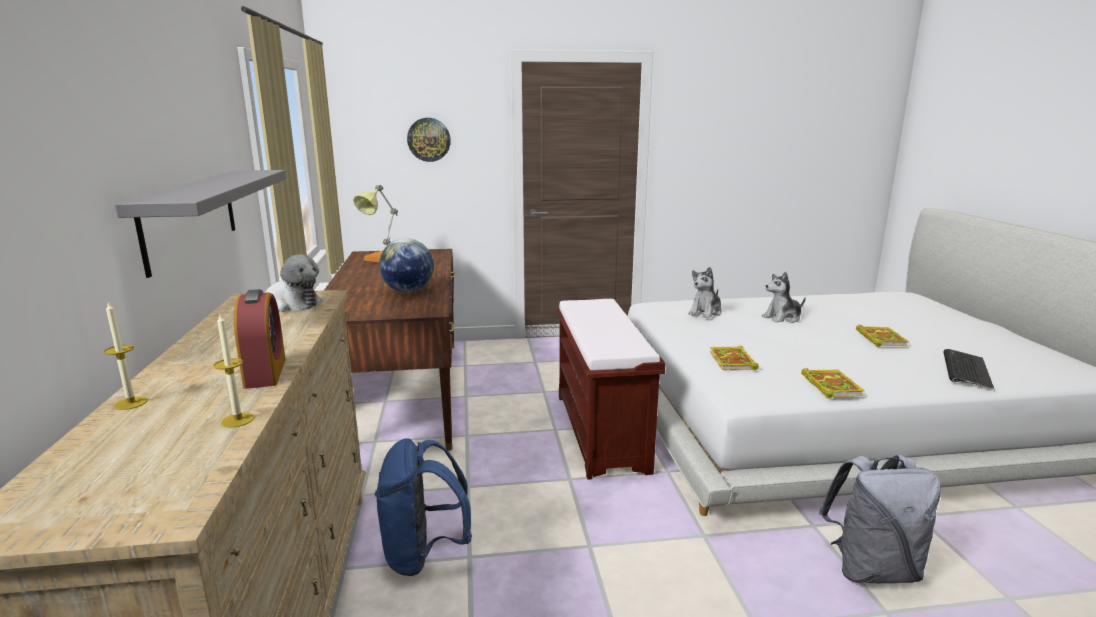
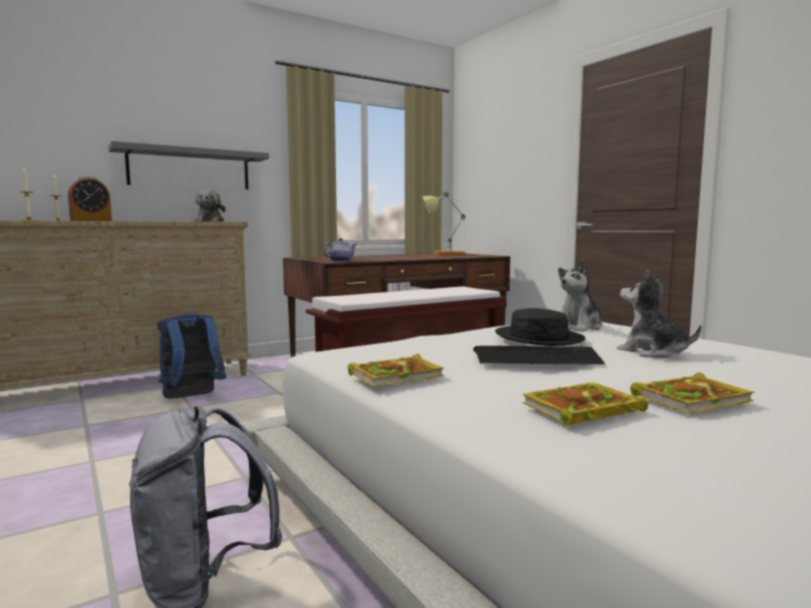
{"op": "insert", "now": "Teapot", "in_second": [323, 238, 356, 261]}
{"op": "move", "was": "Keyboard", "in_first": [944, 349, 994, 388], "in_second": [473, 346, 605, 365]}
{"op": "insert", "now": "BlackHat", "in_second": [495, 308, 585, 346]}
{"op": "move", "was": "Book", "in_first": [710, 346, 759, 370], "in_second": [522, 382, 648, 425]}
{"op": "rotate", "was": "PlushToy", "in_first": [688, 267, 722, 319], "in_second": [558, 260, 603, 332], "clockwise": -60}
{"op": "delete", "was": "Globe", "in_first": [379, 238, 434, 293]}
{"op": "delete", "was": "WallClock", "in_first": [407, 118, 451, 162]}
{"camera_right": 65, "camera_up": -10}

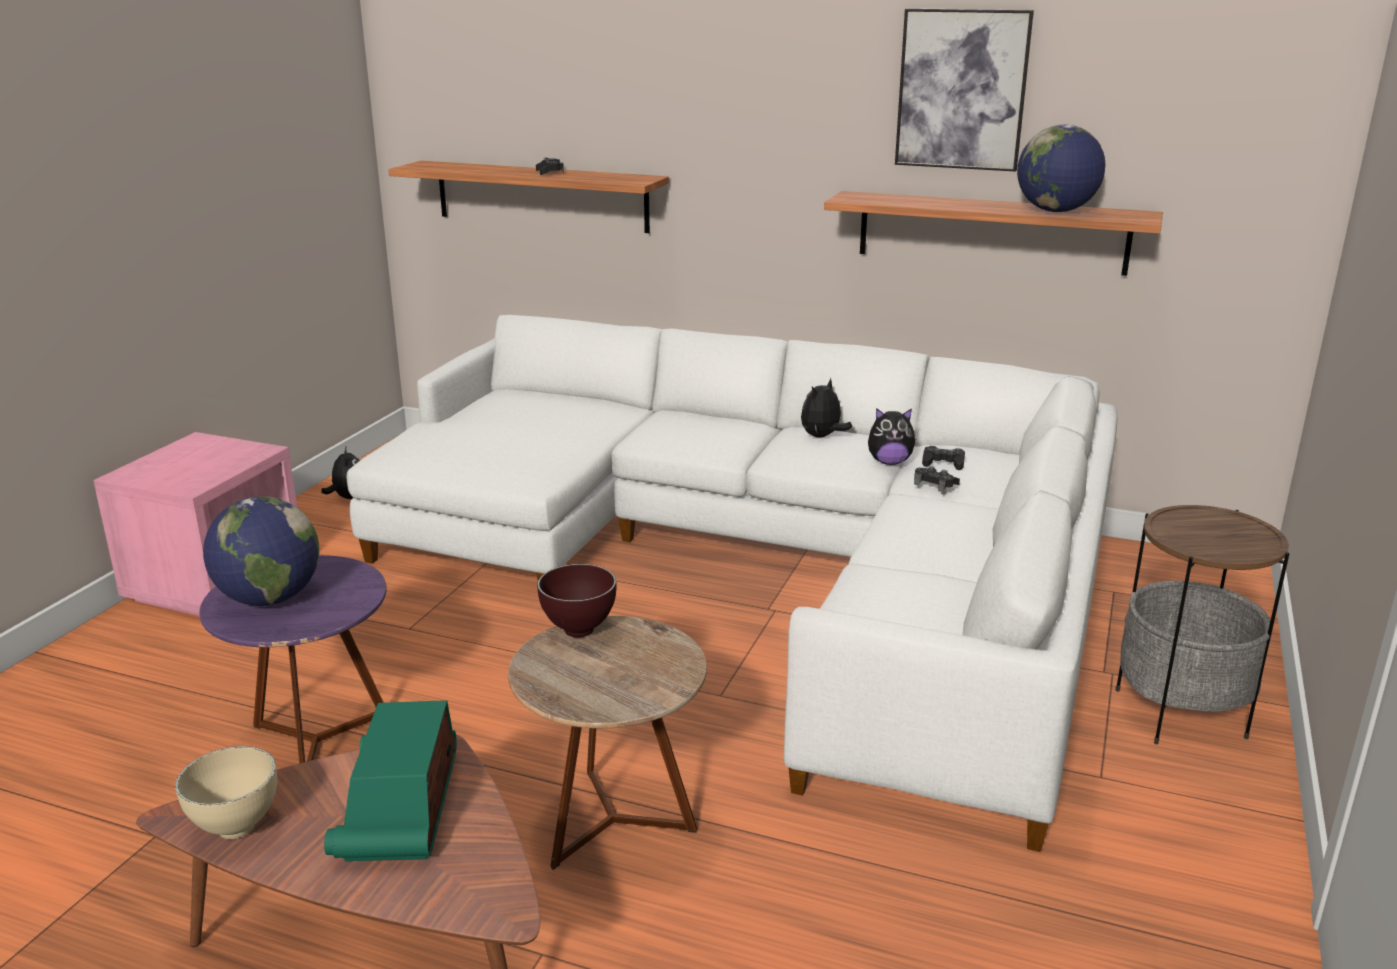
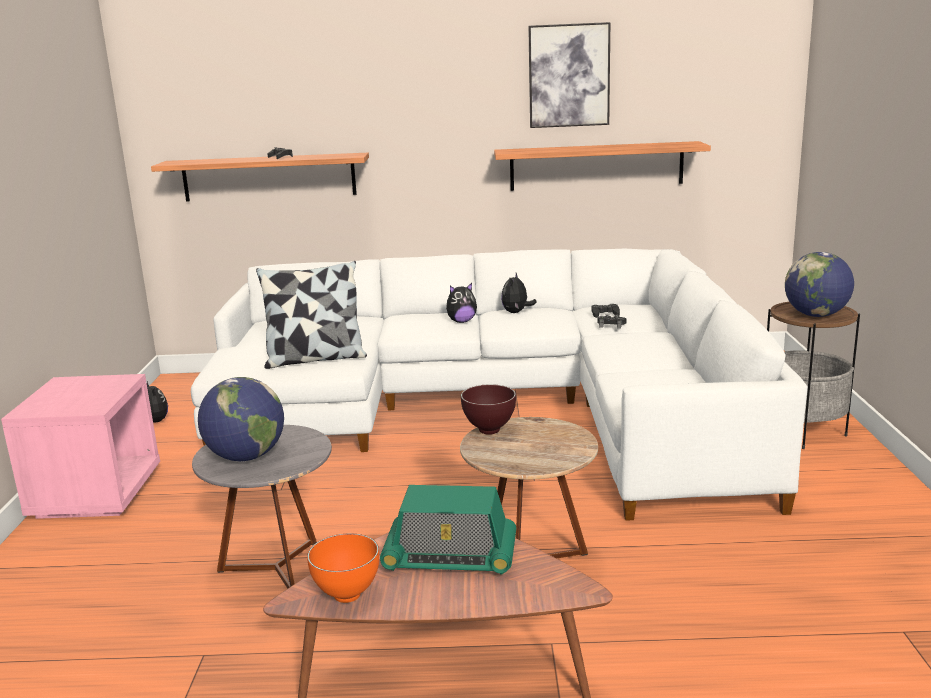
{"op": "recolor", "was": "PurpleSideTable", "now": "GreySideTable", "in_first": [199, 555, 387, 764], "in_second": [192, 425, 332, 589]}
{"op": "insert", "now": "Pillow", "in_second": [256, 261, 367, 369]}
{"op": "recolor", "was": "BeigeBowl", "now": "OrangeBowl", "in_first": [175, 746, 277, 839], "in_second": [307, 534, 379, 603]}
{"op": "rotate", "was": "Radio", "in_first": [324, 700, 457, 861], "in_second": [380, 485, 516, 574], "clockwise": -60}
{"op": "move", "was": "PlushToy", "in_first": [868, 408, 917, 465], "in_second": [446, 283, 477, 323]}
{"op": "move", "was": "Globe", "in_first": [1017, 124, 1105, 212], "in_second": [785, 252, 854, 317]}
{"camera_right": -20, "camera_up": -5}

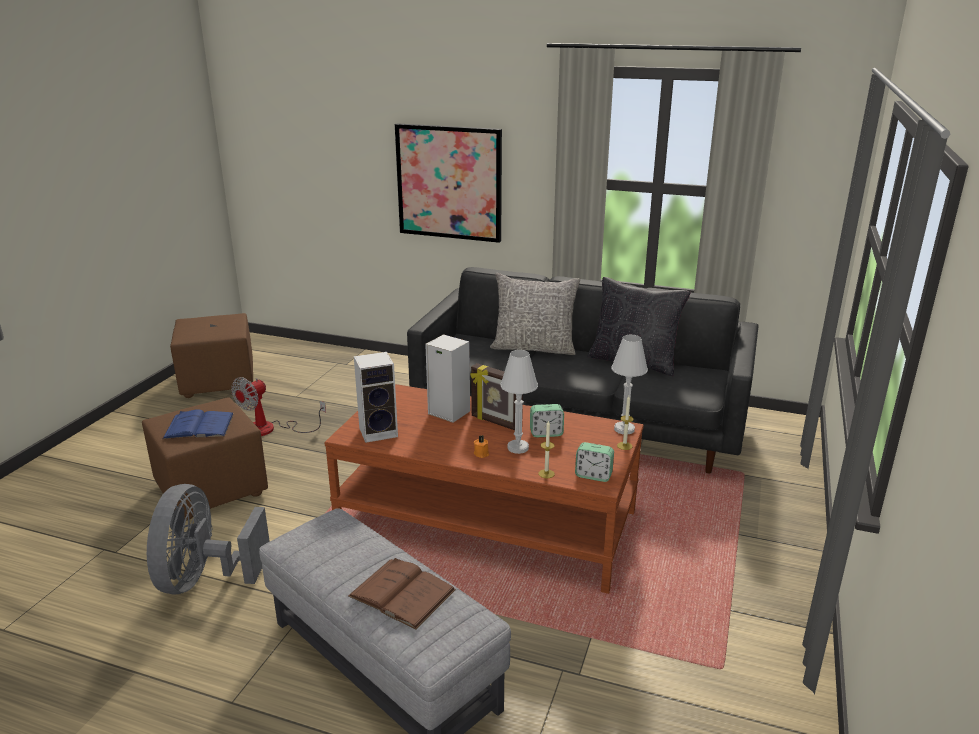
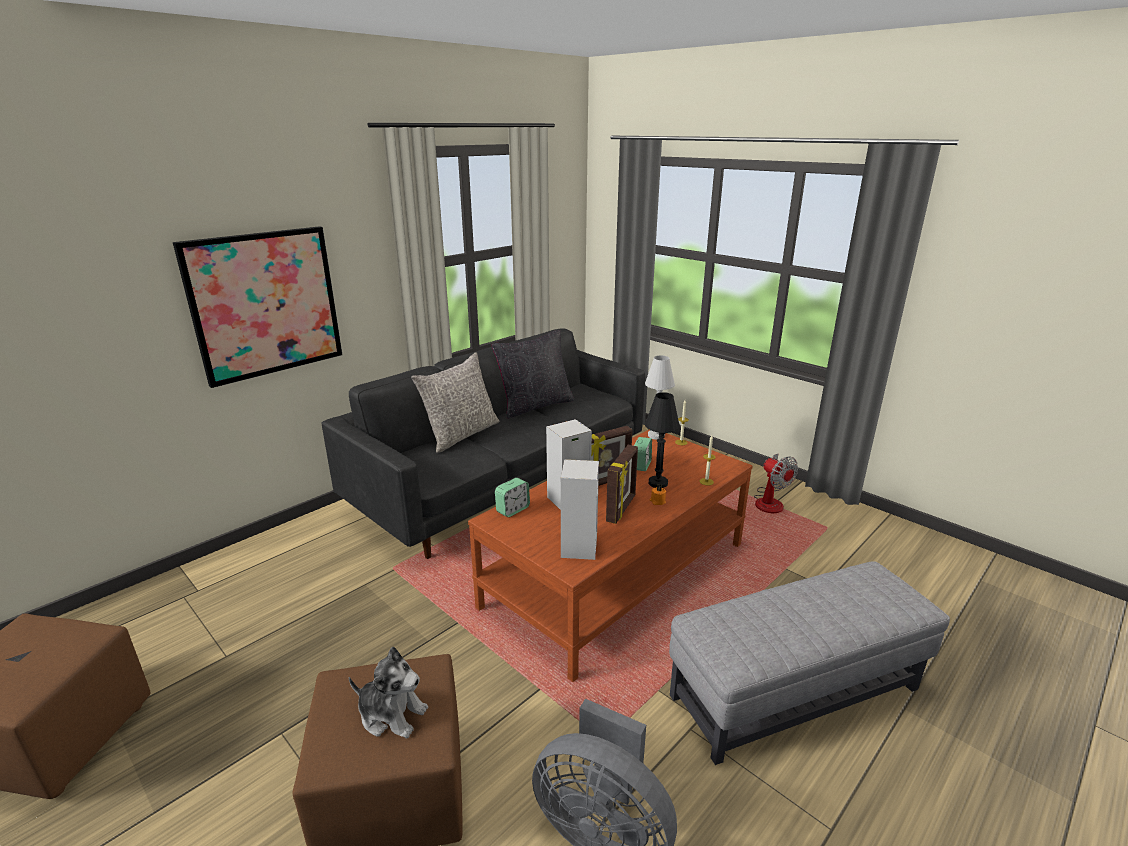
{"op": "replace", "was": "BlueBook", "now": "PlushToy", "in_first": [162, 409, 234, 439], "in_second": [349, 647, 428, 738]}
{"op": "move", "was": "AlarmClock", "in_first": [575, 442, 614, 482], "in_second": [495, 478, 530, 517]}
{"op": "insert", "now": "PictureFrame", "in_second": [606, 445, 638, 524]}
{"op": "recolor", "was": "WhiteTableLamp", "now": "BlackTableLamp", "in_first": [500, 350, 538, 454], "in_second": [645, 392, 680, 488]}
{"op": "move", "was": "Fan", "in_first": [231, 377, 326, 436], "in_second": [754, 453, 798, 513]}
{"op": "delete", "was": "BrownBook", "in_first": [348, 558, 456, 630]}
{"camera_right": -65, "camera_up": 0}

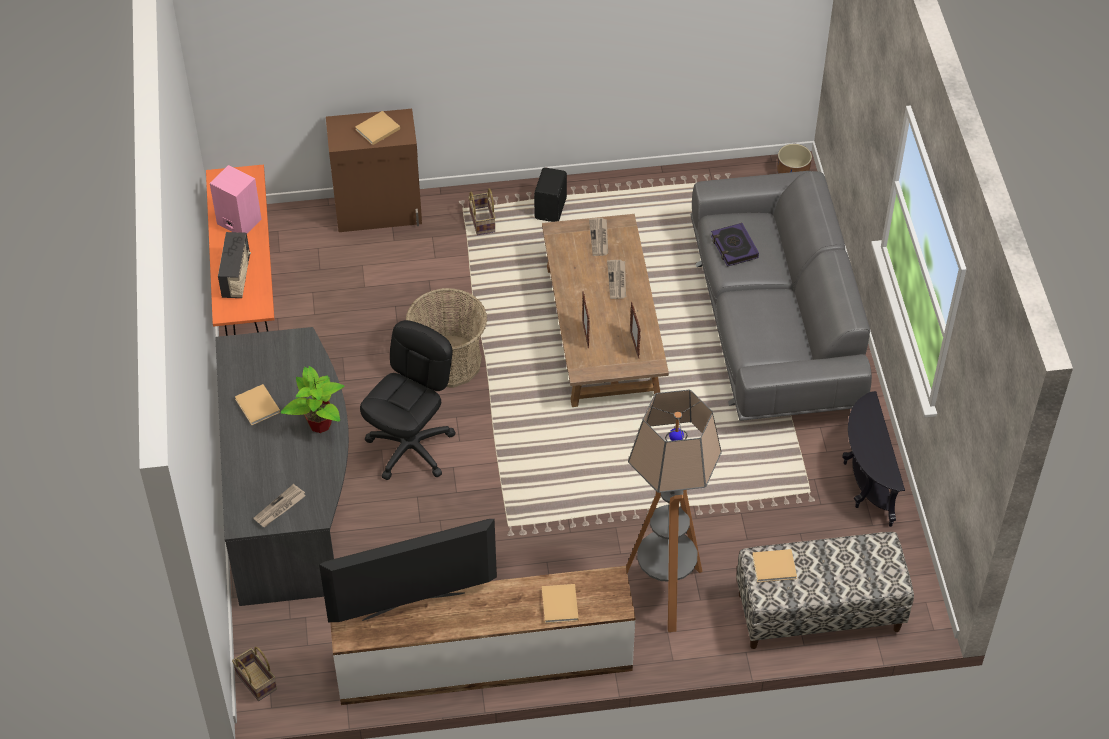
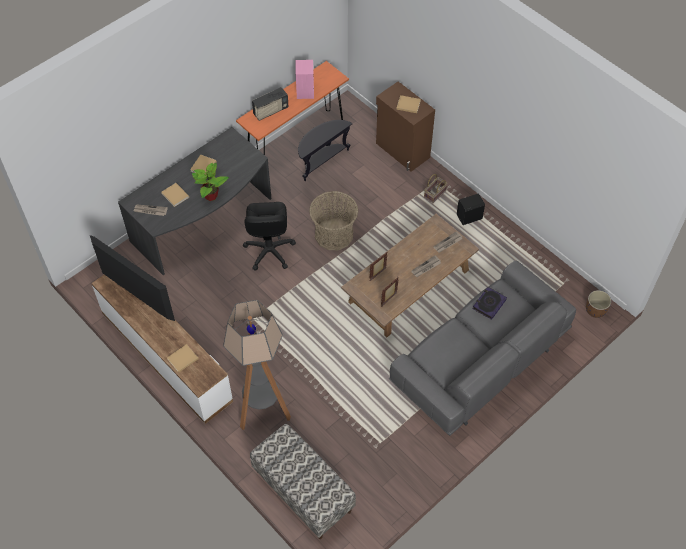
{"op": "move", "was": "BeigeBook", "in_first": [752, 549, 797, 582], "in_second": [161, 183, 189, 207]}
{"op": "rotate", "was": "BlackOfficeChair", "in_first": [360, 320, 456, 480], "in_second": [243, 202, 296, 271], "clockwise": 90}
{"op": "move", "was": "BlackSideTable", "in_first": [842, 391, 905, 527], "in_second": [298, 120, 352, 181]}
{"op": "delete", "was": "Basket", "in_first": [232, 647, 277, 701]}
{"camera_right": 55, "camera_up": 5}

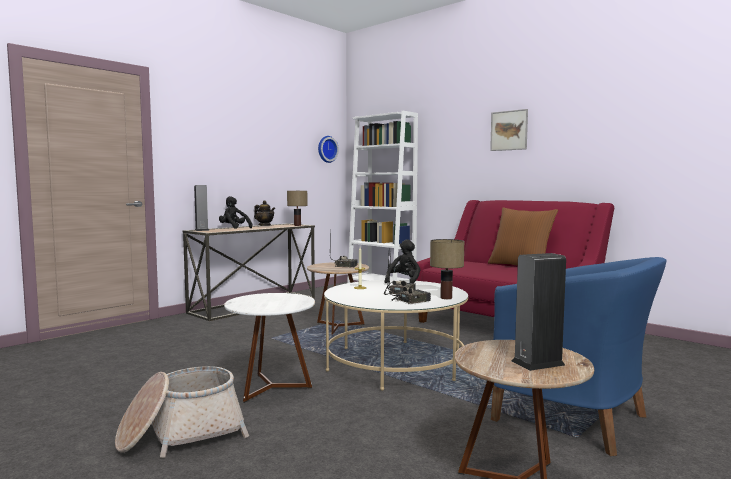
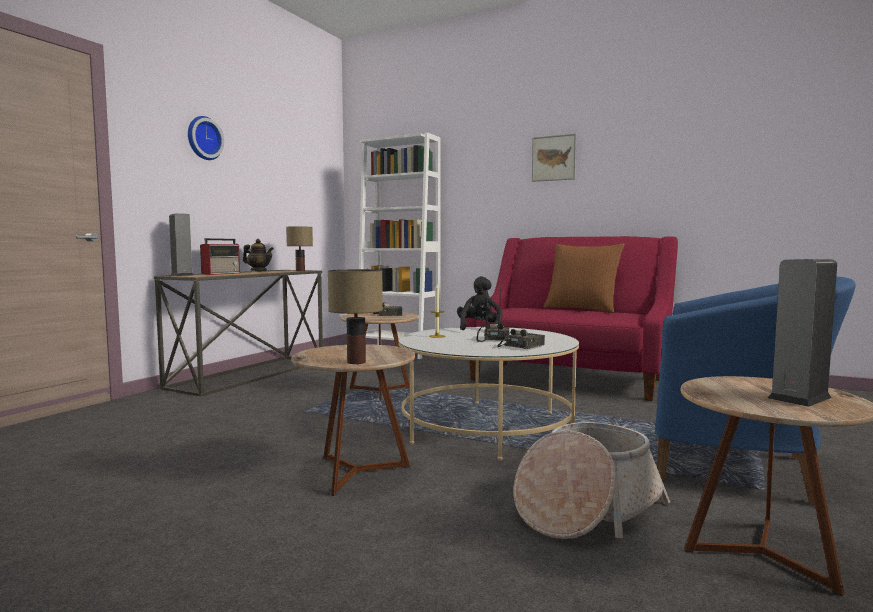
{"op": "move", "was": "WallClock", "in_first": [318, 136, 339, 163], "in_second": [188, 116, 224, 160]}
{"op": "replace", "was": "BlackPlushToy", "now": "Radio", "in_first": [219, 196, 252, 229], "in_second": [200, 238, 240, 275]}
{"op": "recolor", "was": "WhiteSideTable", "now": "BrownSideTable", "in_first": [224, 293, 315, 403], "in_second": [291, 344, 415, 496]}
{"op": "move", "was": "TableLamp", "in_first": [430, 239, 464, 299], "in_second": [328, 269, 383, 364]}
{"op": "move", "was": "Basket", "in_first": [115, 366, 249, 458], "in_second": [514, 422, 670, 539]}
{"camera_right": -15, "camera_up": 0}

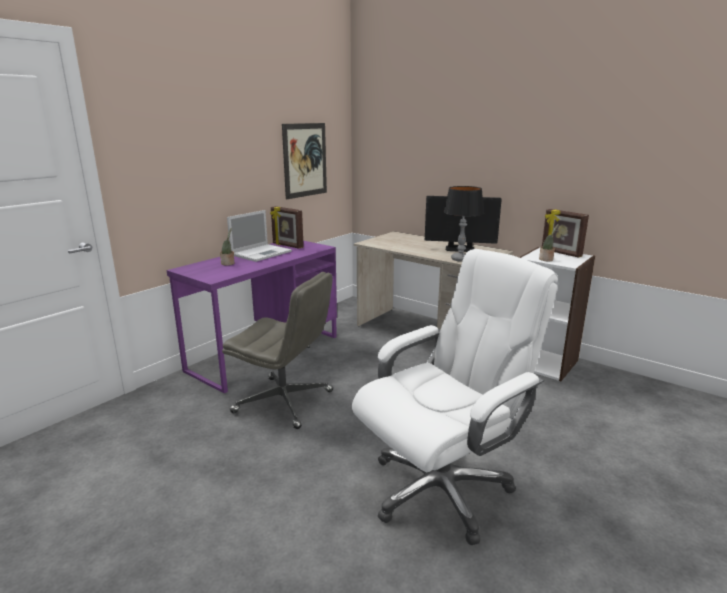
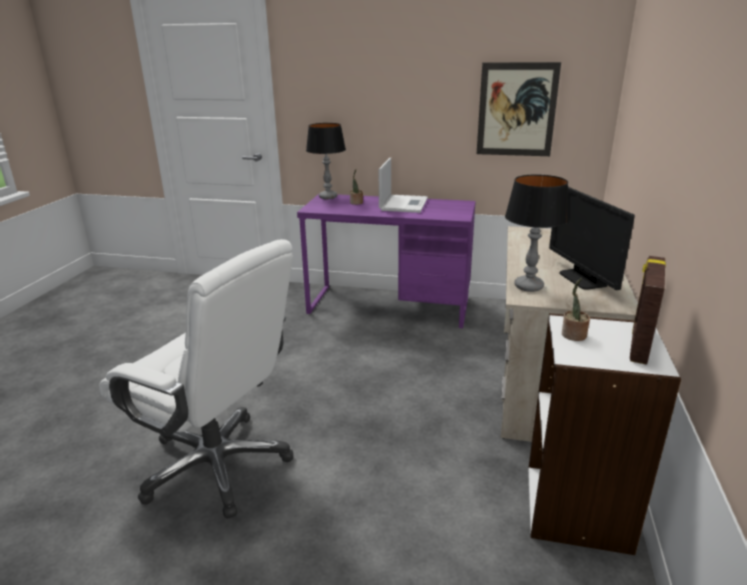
{"op": "insert", "now": "TableLamp", "in_second": [306, 123, 346, 199]}
{"op": "rotate", "was": "Laptop", "in_first": [227, 210, 292, 262], "in_second": [379, 158, 428, 213], "clockwise": -90}
{"op": "delete", "was": "GreyOfficeChair", "in_first": [222, 272, 333, 429]}
{"op": "delete", "was": "PictureFrame", "in_first": [270, 206, 304, 249]}
{"camera_right": 65, "camera_up": 5}

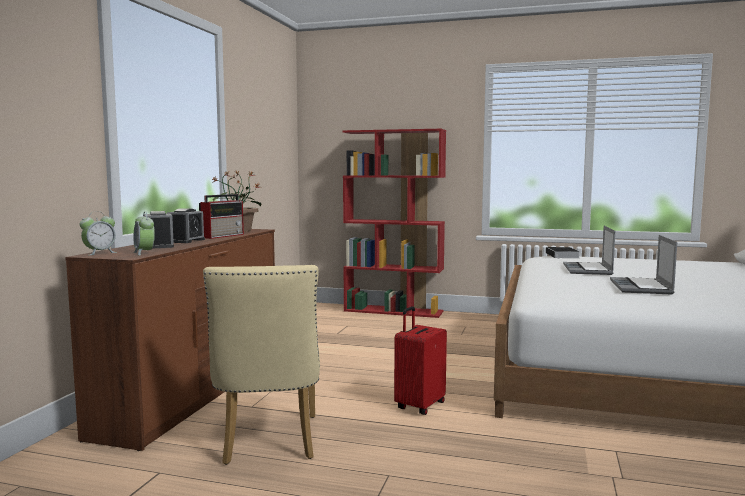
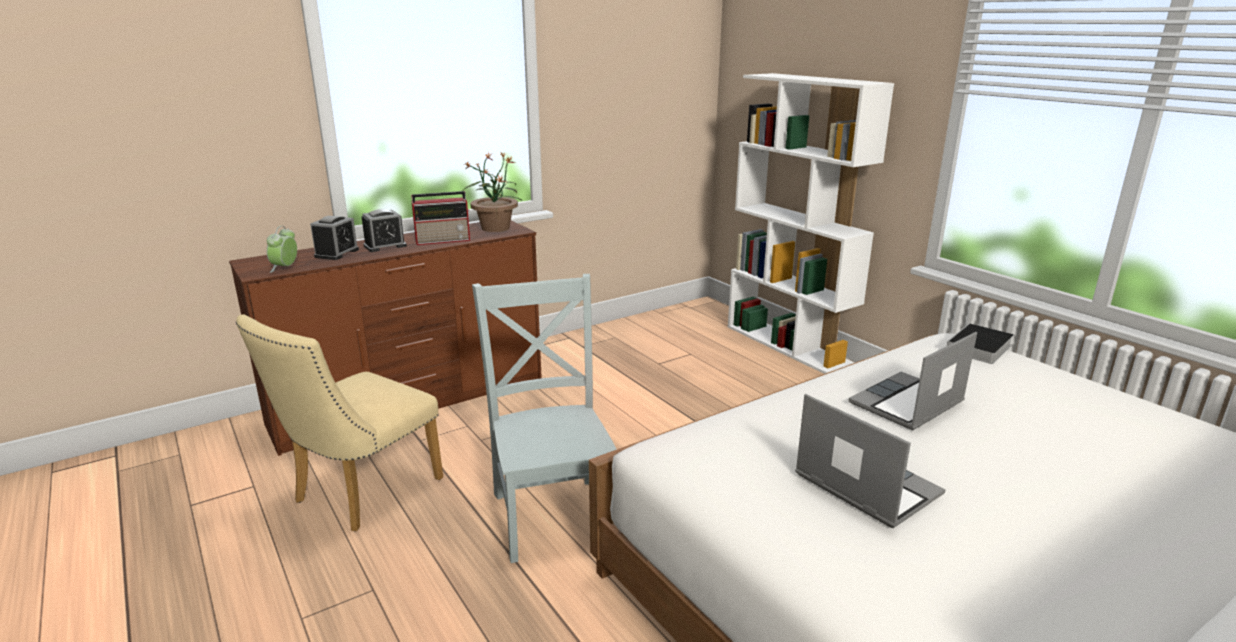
{"op": "replace", "was": "RedSuitcase", "now": "GreyChair", "in_first": [394, 306, 447, 415], "in_second": [472, 274, 617, 563]}
{"op": "recolor", "was": "RedBookcase", "now": "WhiteBookcase", "in_first": [343, 129, 446, 318], "in_second": [728, 73, 894, 374]}
{"op": "rotate", "was": "Laptop", "in_first": [610, 235, 677, 294], "in_second": [795, 394, 946, 528], "clockwise": 90}
{"op": "delete", "was": "AlarmClock", "in_first": [79, 211, 117, 255]}
{"camera_right": 40, "camera_up": 15}

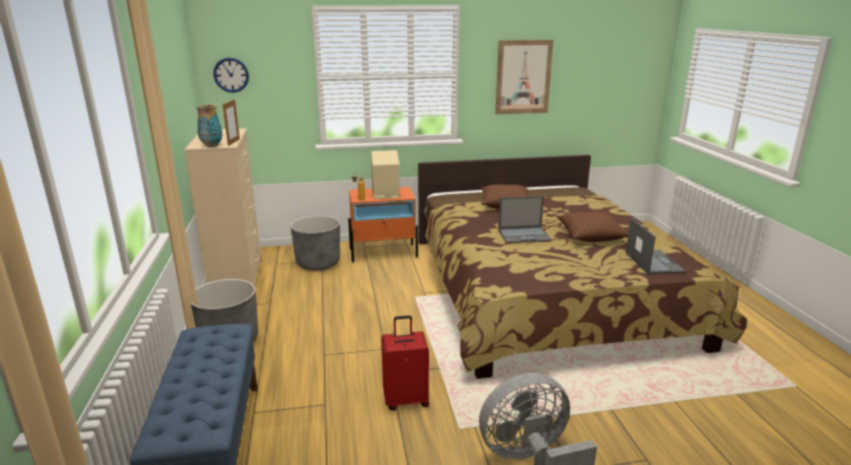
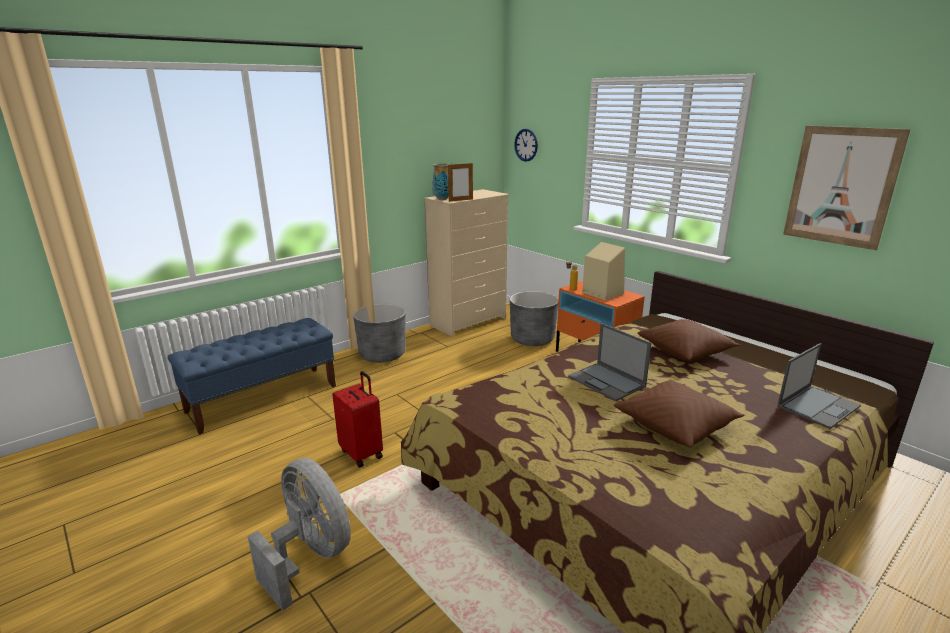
{"op": "move", "was": "Laptop", "in_first": [625, 217, 686, 274], "in_second": [777, 343, 861, 429]}
{"camera_right": 60, "camera_up": 0}

